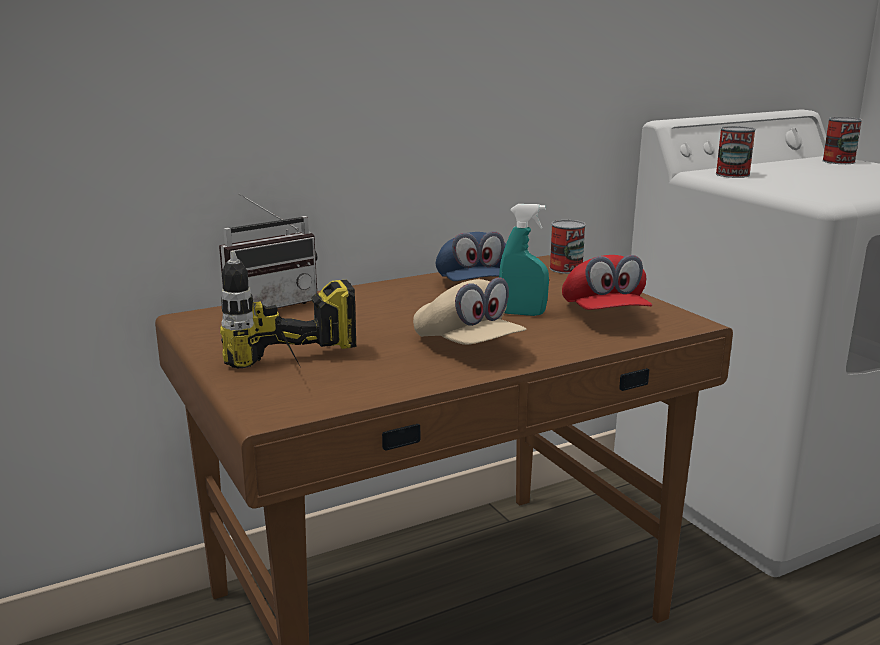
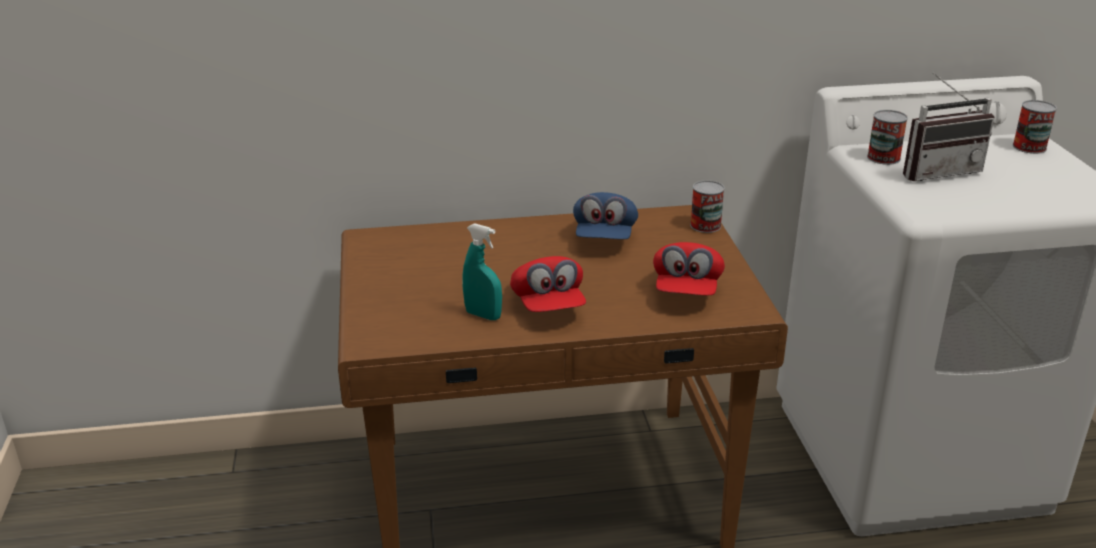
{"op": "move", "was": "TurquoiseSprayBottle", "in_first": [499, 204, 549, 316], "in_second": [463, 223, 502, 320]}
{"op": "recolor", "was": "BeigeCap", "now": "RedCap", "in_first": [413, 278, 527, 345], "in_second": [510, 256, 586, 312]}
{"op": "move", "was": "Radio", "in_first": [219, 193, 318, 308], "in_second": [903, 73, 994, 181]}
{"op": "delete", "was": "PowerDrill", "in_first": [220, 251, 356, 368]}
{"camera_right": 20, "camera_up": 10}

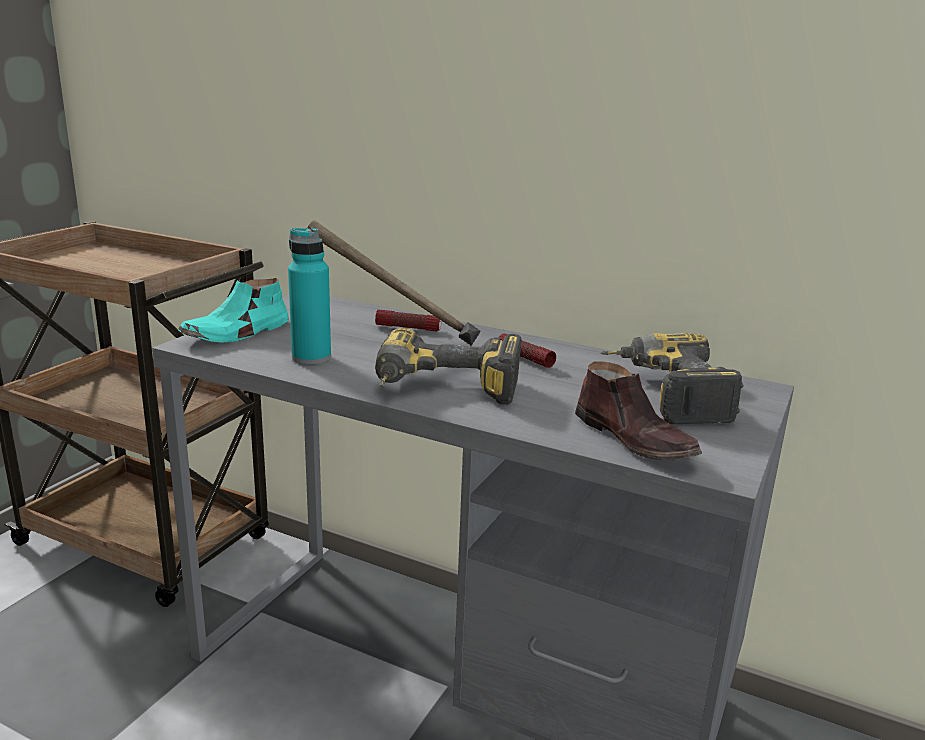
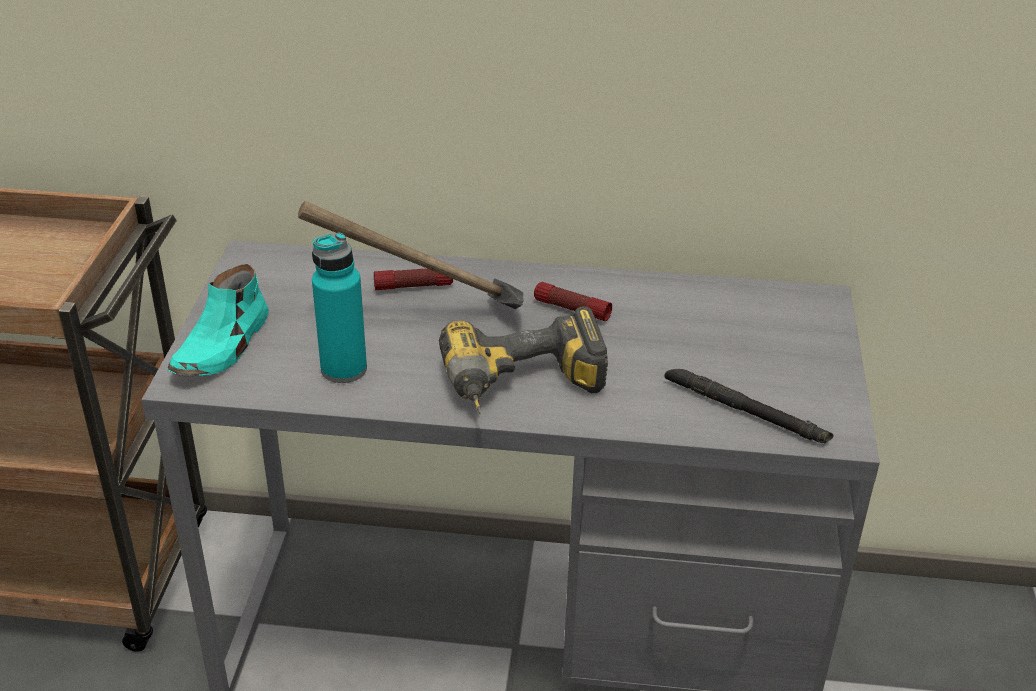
{"op": "replace", "was": "BrownShoe", "now": "BlackFlashlight", "in_first": [575, 361, 702, 460], "in_second": [664, 369, 834, 443]}
{"op": "delete", "was": "PowerDrill", "in_first": [601, 333, 744, 424]}
{"camera_right": -20, "camera_up": 15}

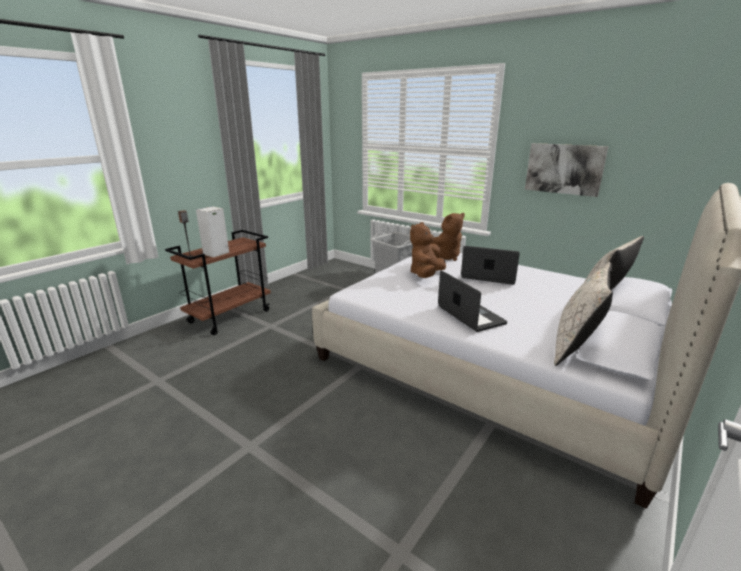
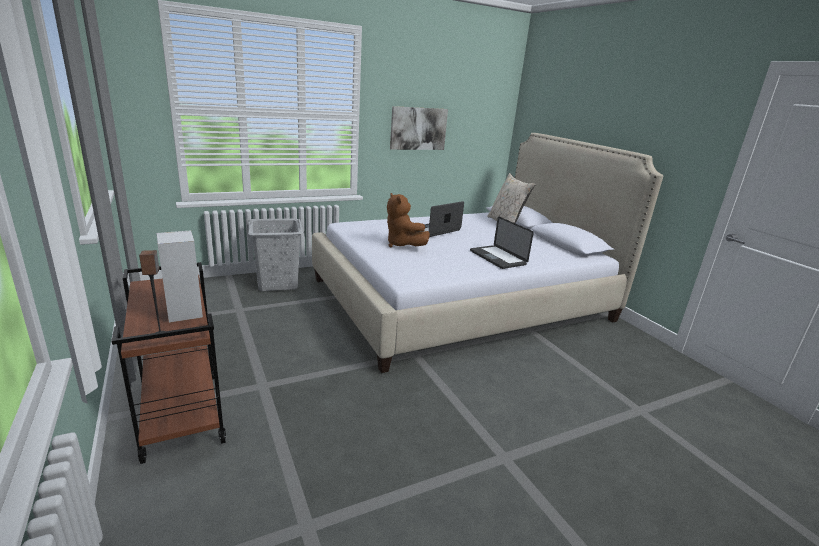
{"op": "rotate", "was": "Laptop", "in_first": [438, 270, 507, 332], "in_second": [470, 217, 534, 269], "clockwise": -120}
{"op": "delete", "was": "BrownPlushToy", "in_first": [430, 213, 465, 261]}
{"op": "delete", "was": "BeigePillow", "in_first": [554, 262, 613, 366]}
{"camera_right": -65, "camera_up": 0}

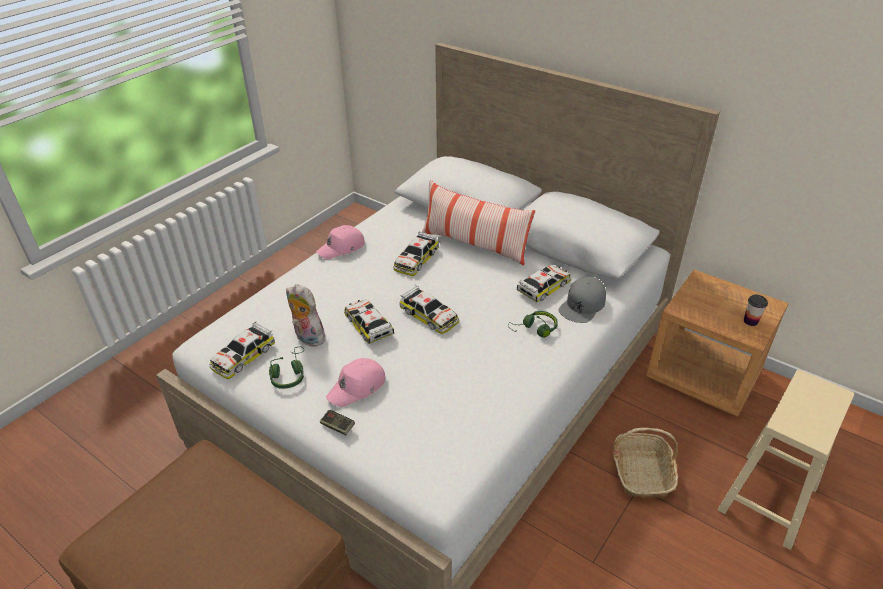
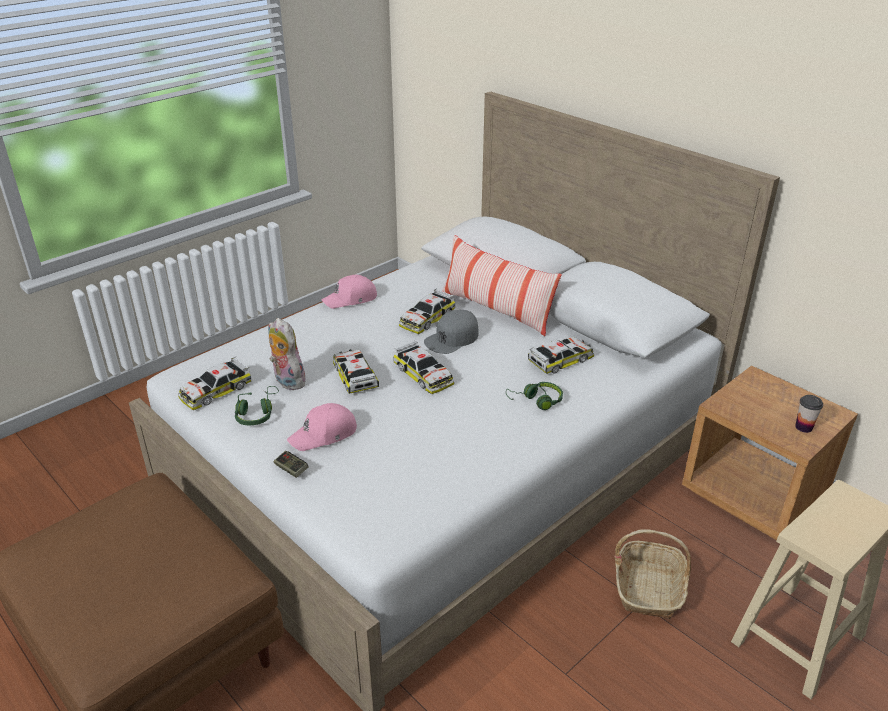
{"op": "move", "was": "GreyCap", "in_first": [559, 277, 606, 323], "in_second": [424, 310, 478, 354]}
{"camera_right": 10, "camera_up": -5}

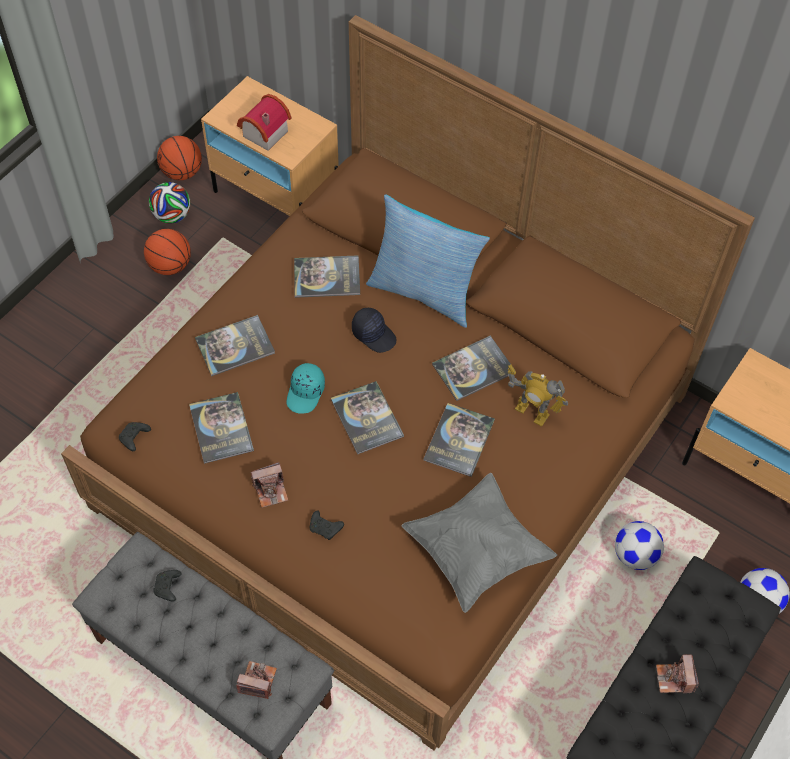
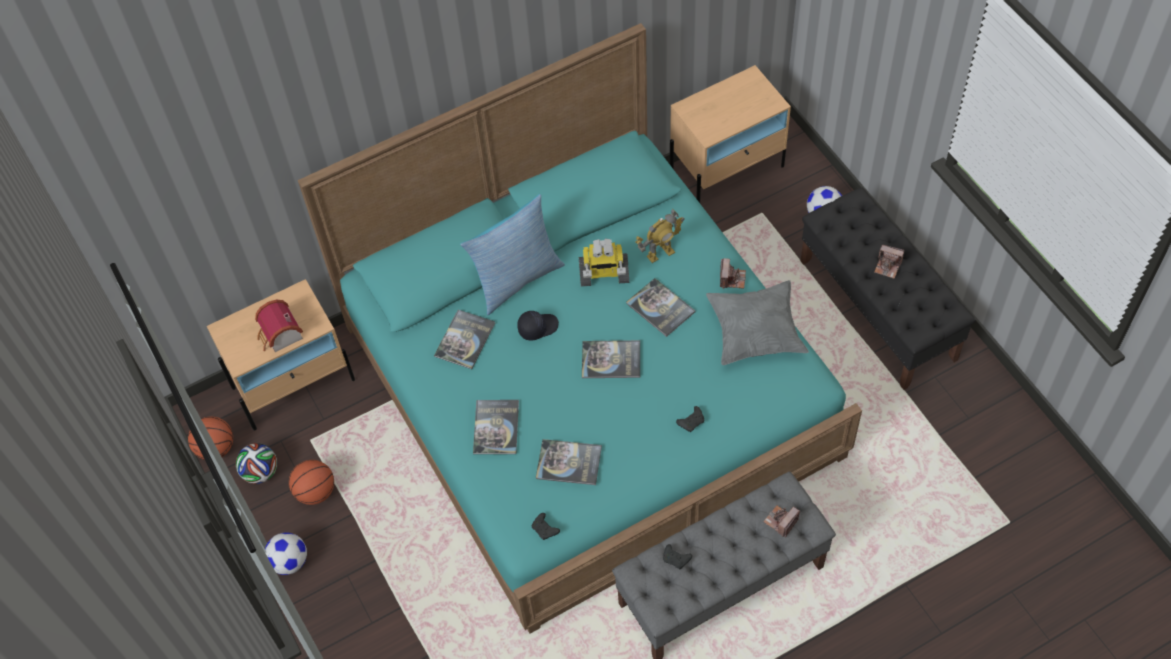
{"op": "move", "was": "Football", "in_first": [615, 521, 664, 570], "in_second": [265, 532, 307, 575]}
{"op": "recolor", "was": "BrownBed", "now": "TurquoiseBed", "in_first": [61, 15, 755, 750], "in_second": [298, 23, 862, 634]}
{"op": "replace", "was": "Book", "now": "ToyRobot", "in_first": [432, 336, 510, 401], "in_second": [579, 239, 629, 286]}
{"op": "move", "was": "PhotoCamera", "in_first": [251, 462, 288, 508], "in_second": [720, 258, 746, 289]}
{"op": "delete", "was": "TurquoiseCap", "in_first": [287, 363, 325, 414]}
{"camera_right": -60, "camera_up": 0}

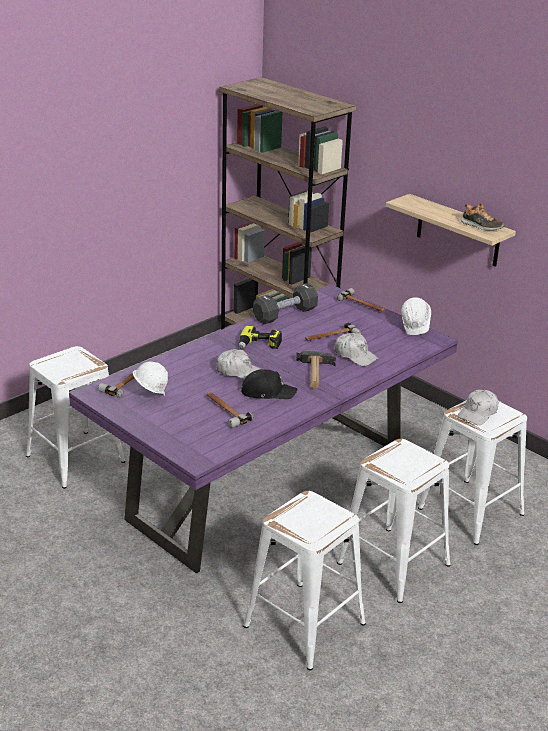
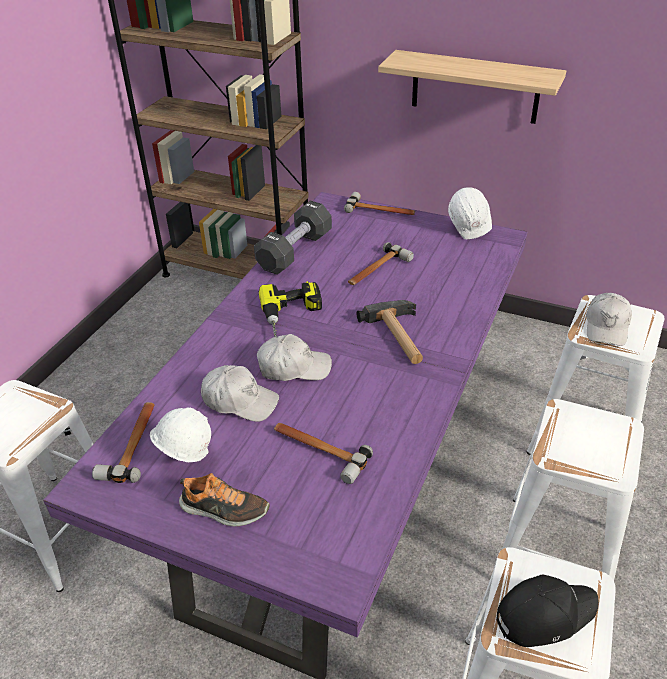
{"op": "move", "was": "Shoe", "in_first": [460, 203, 505, 230], "in_second": [179, 473, 270, 526]}
{"op": "move", "was": "WhiteCap", "in_first": [335, 333, 379, 366], "in_second": [201, 365, 279, 422]}
{"op": "move", "was": "BlackCap", "in_first": [241, 369, 298, 399], "in_second": [496, 574, 599, 647]}
{"camera_right": -20, "camera_up": 10}

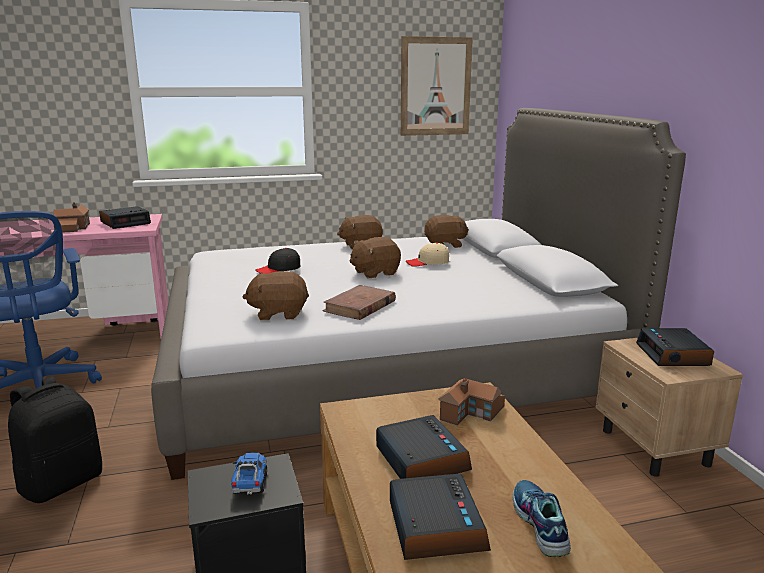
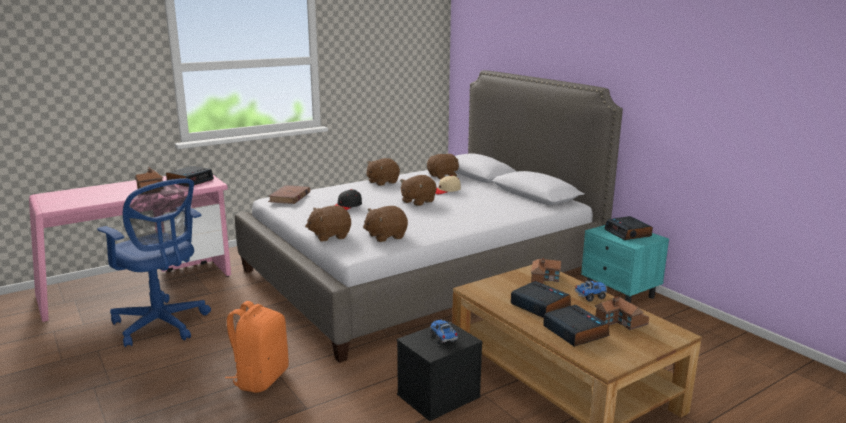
{"op": "recolor", "was": "BlackBackpack", "now": "OrangeBackpack", "in_first": [8, 376, 102, 503], "in_second": [225, 301, 289, 393]}
{"op": "move", "was": "BrownBook", "in_first": [322, 285, 396, 320], "in_second": [268, 185, 310, 204]}
{"op": "insert", "now": "BrownPlushToy", "in_second": [305, 205, 351, 242]}
{"op": "insert", "now": "ToyTruck", "in_second": [575, 280, 607, 302]}
{"op": "recolor", "was": "BeigeNightstand", "now": "TurquoiseNightstand", "in_first": [595, 338, 743, 477], "in_second": [581, 225, 669, 303]}
{"op": "replace", "was": "Shoe", "now": "ToyHouse", "in_first": [513, 480, 571, 557], "in_second": [595, 296, 649, 330]}
{"op": "delete", "was": "Picture", "in_first": [401, 36, 473, 136]}
{"camera_right": -20, "camera_up": 0}

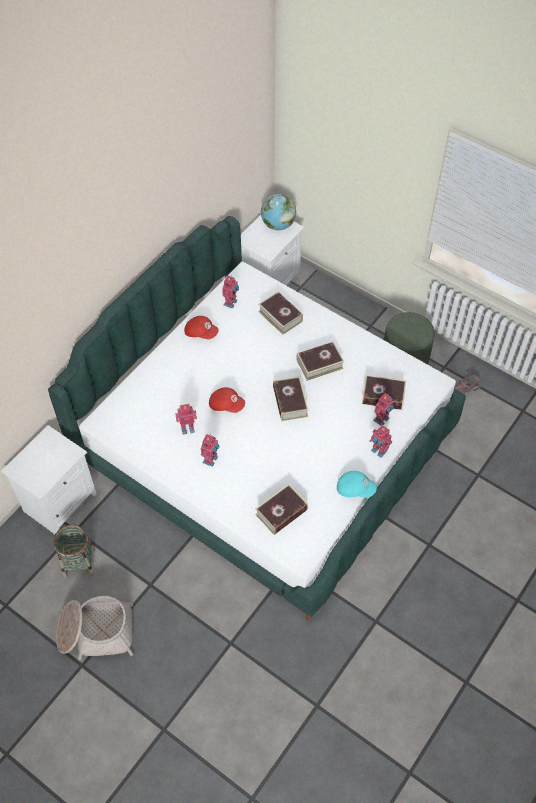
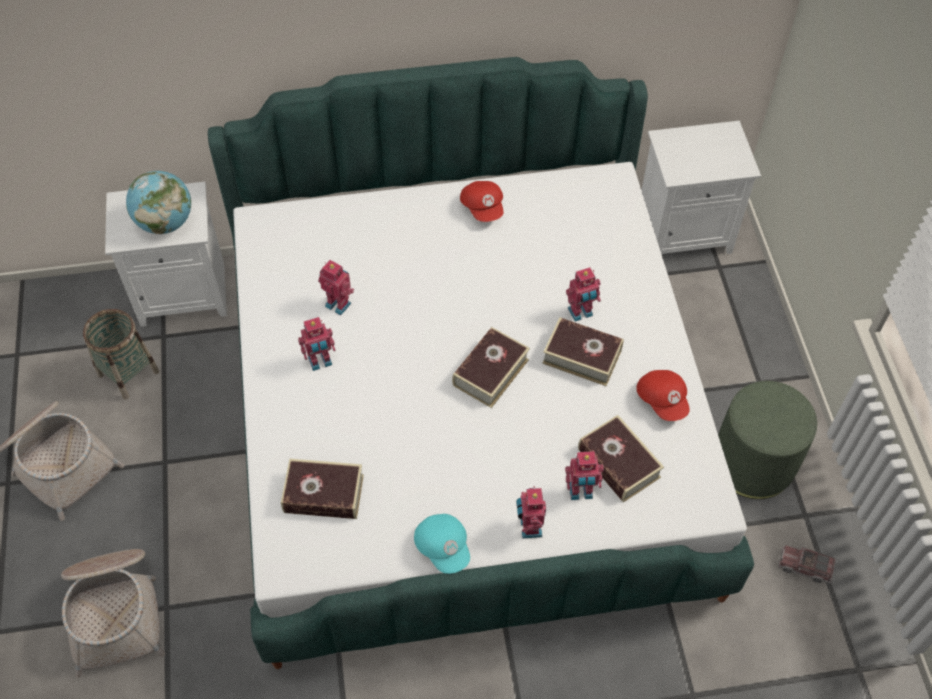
{"op": "insert", "now": "Basket", "in_second": [61, 549, 165, 678]}
{"op": "move", "was": "Globe", "in_first": [261, 194, 296, 230], "in_second": [126, 171, 191, 234]}
{"op": "move", "was": "ToyRobot", "in_first": [222, 275, 239, 309], "in_second": [566, 267, 601, 322]}
{"op": "move", "was": "RedCap", "in_first": [209, 387, 245, 413], "in_second": [636, 370, 690, 421]}
{"op": "delete", "was": "Book", "in_first": [258, 292, 303, 335]}
{"camera_right": 45, "camera_up": 0}

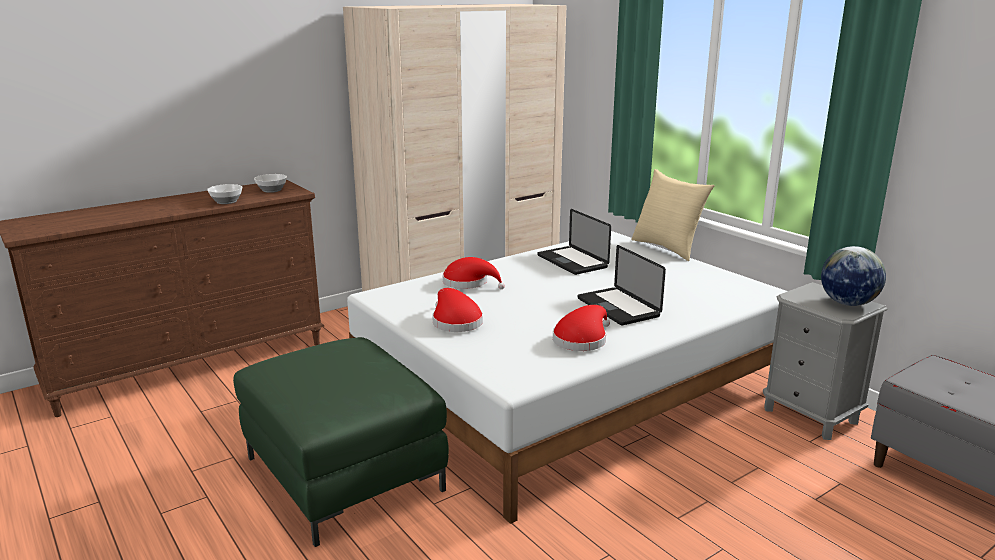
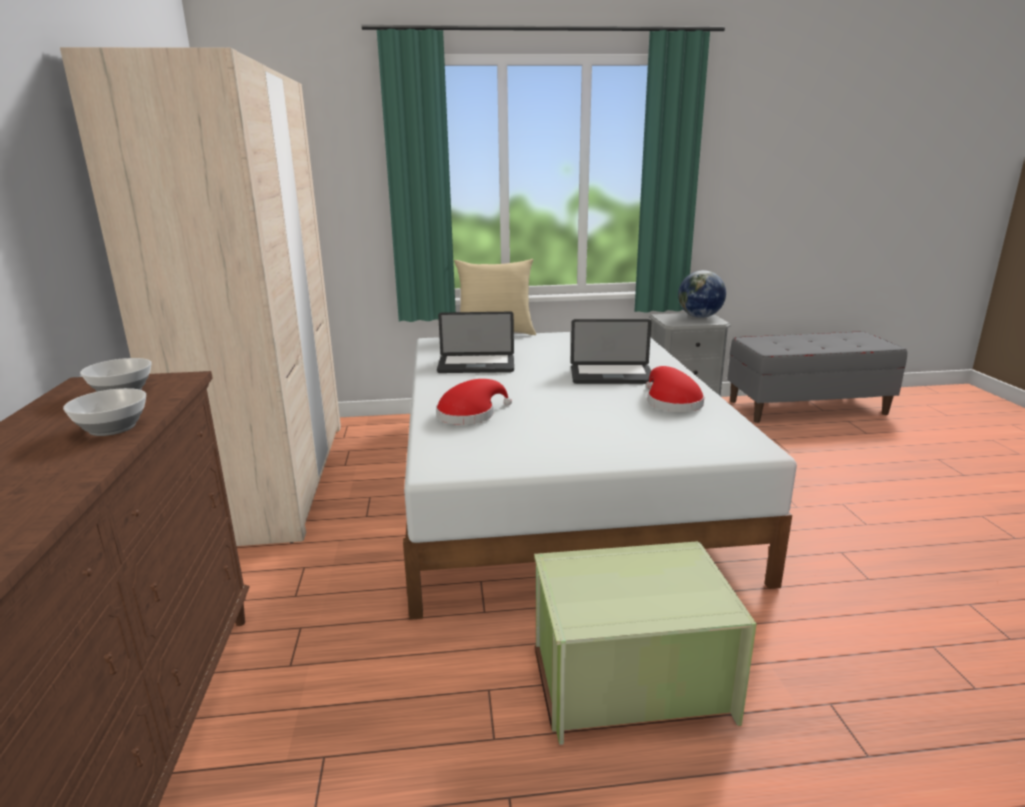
{"op": "replace", "was": "GreenOttoman", "now": "GreenStorageBox", "in_first": [233, 337, 449, 547], "in_second": [534, 541, 757, 745]}
{"op": "delete", "was": "RedHat", "in_first": [432, 288, 483, 332]}
{"camera_right": -60, "camera_up": 0}

